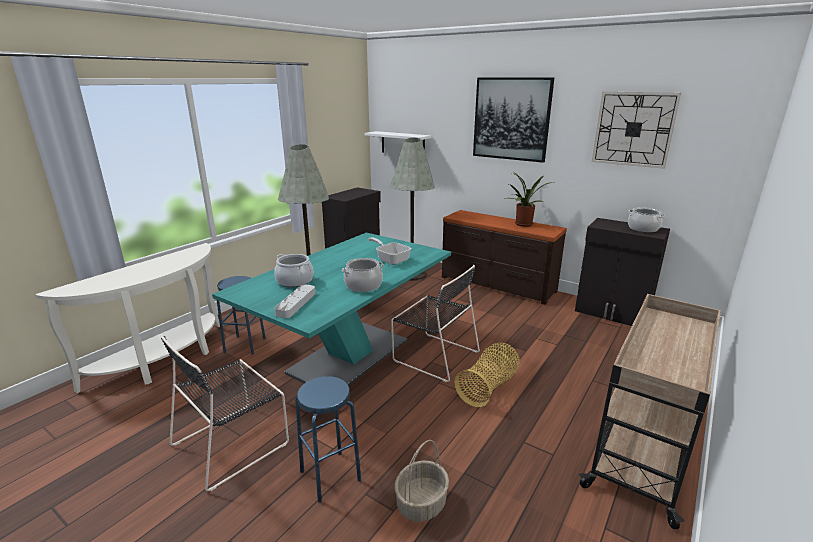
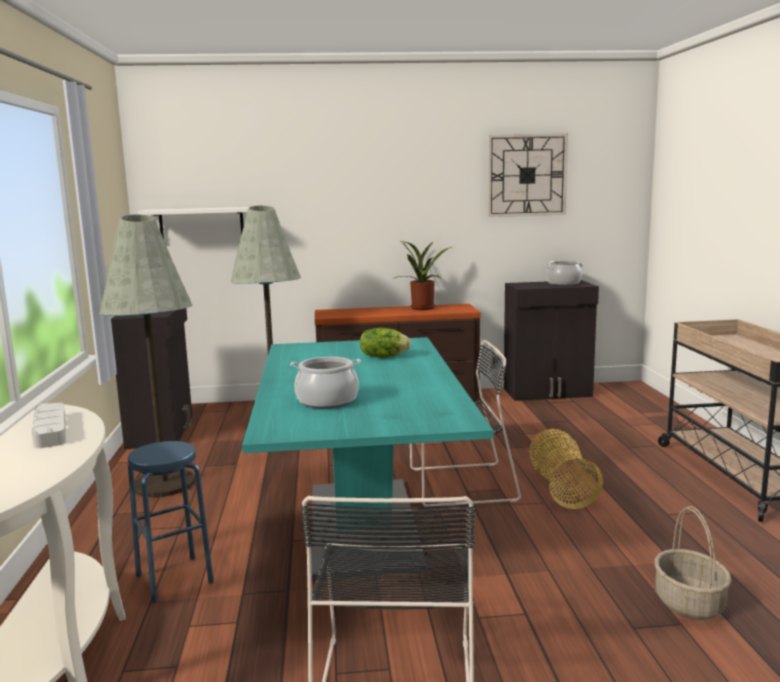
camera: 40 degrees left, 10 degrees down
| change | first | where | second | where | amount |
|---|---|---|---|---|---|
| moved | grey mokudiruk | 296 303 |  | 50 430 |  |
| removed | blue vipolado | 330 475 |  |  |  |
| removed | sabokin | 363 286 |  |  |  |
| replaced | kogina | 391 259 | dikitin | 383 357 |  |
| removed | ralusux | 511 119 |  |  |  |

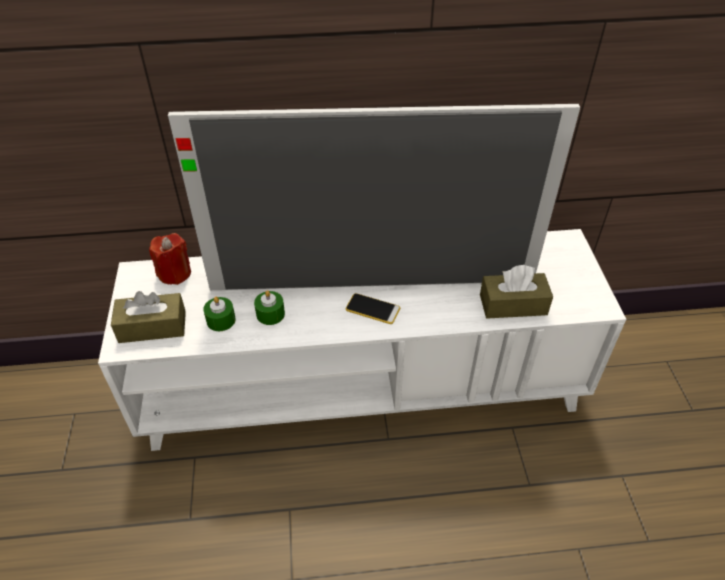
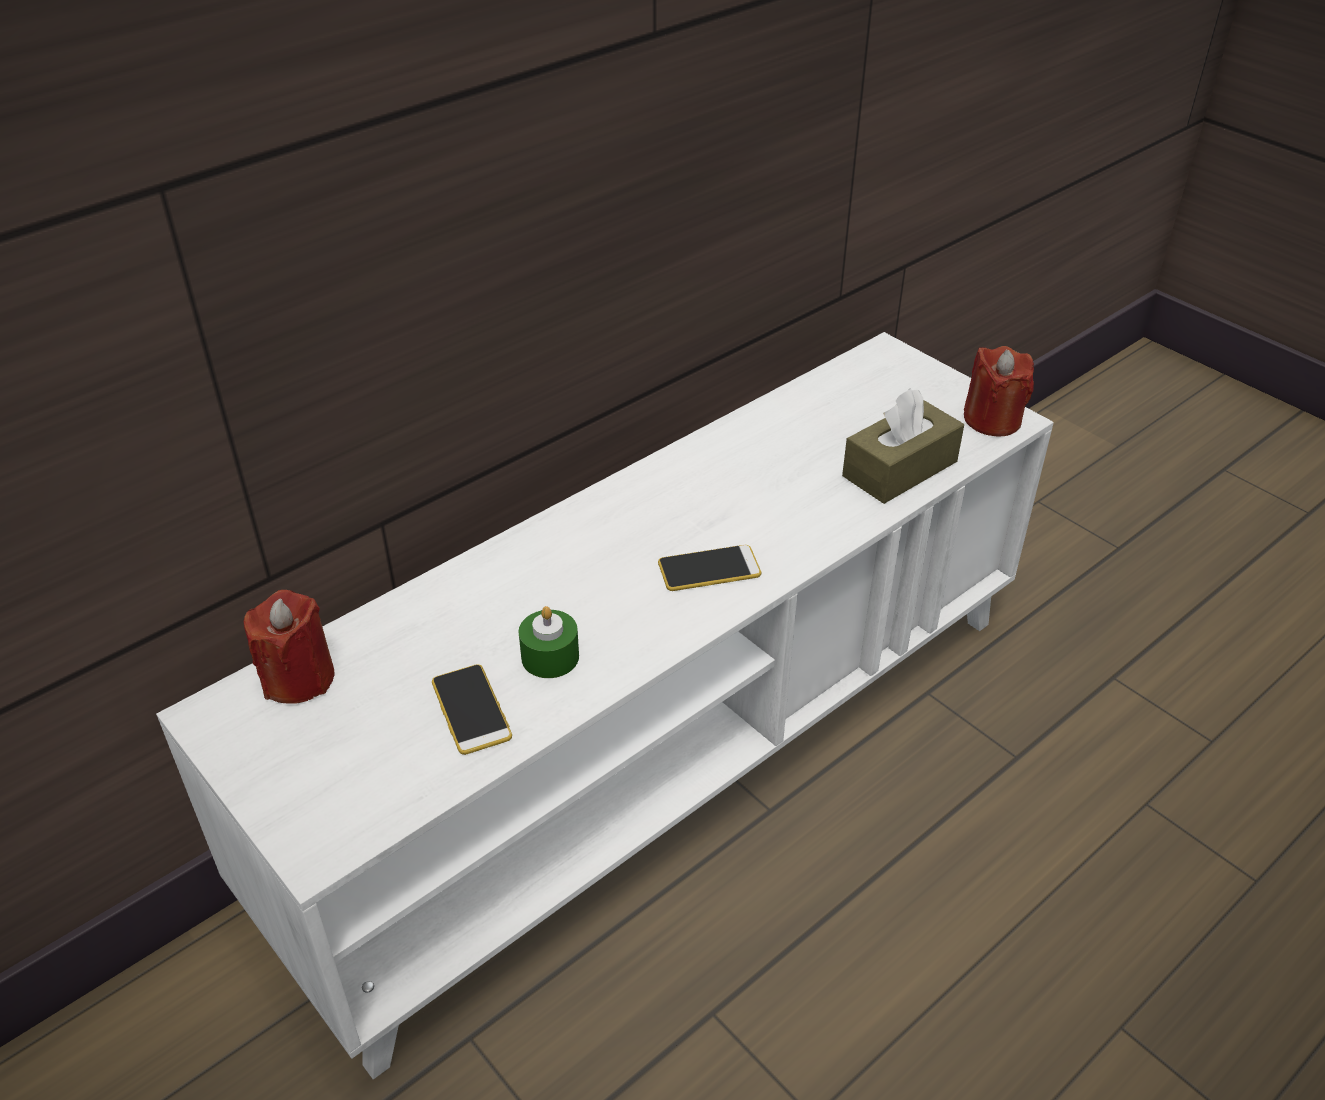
camera: 35 degrees left, 5 degrees down
| change | first | where | second | where | amount |
|---|---|---|---|---|---|
| removed | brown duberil | 152 327 |  |  |  |
| removed | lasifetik | 372 285 |  |  |  |
| replaced | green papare | 221 320 | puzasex | 471 709 |  |
| added |  |  | red papare | 992 420 |  |

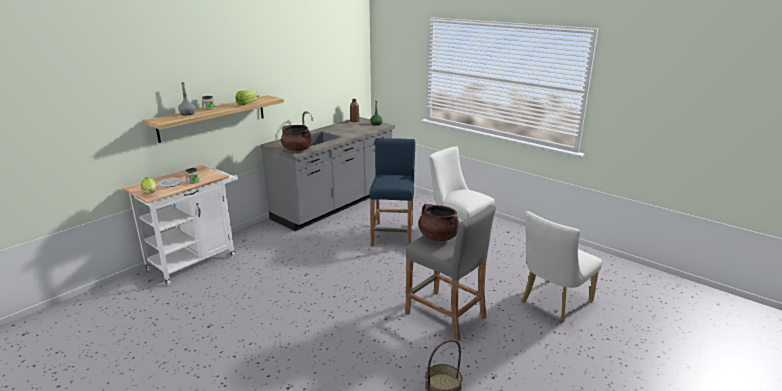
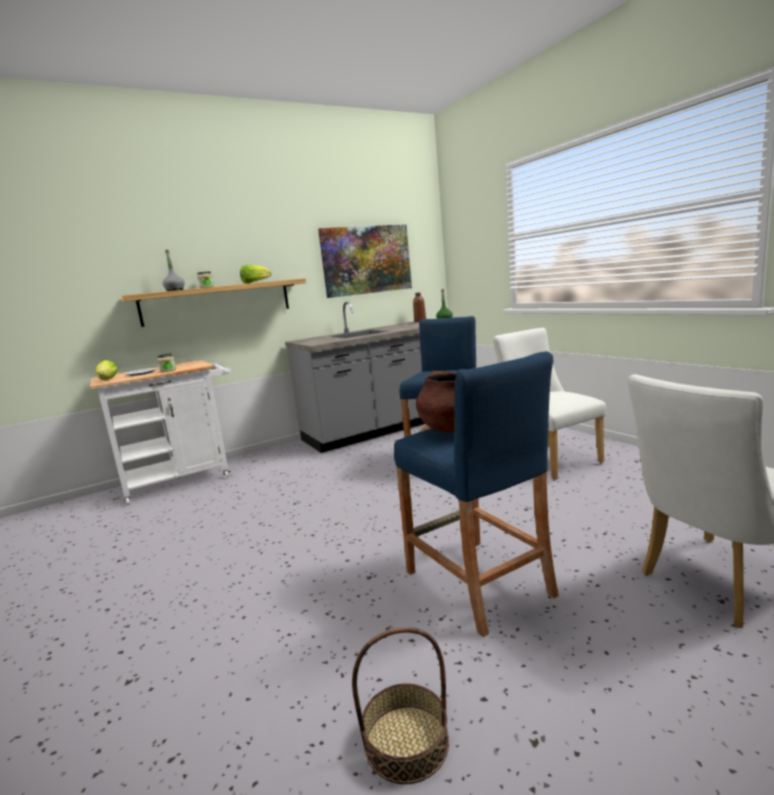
camera: 20 degrees right, 10 degrees down
| change | first | where | second | where | amount |
|---|---|---|---|---|---|
| removed | brown sabokin | 298 149 |  |  |  |
| recoloured | grey vipolado | 445 315 | blue vipolado | 478 583 |  |
| added |  |  | ralusux | 366 260 |  |

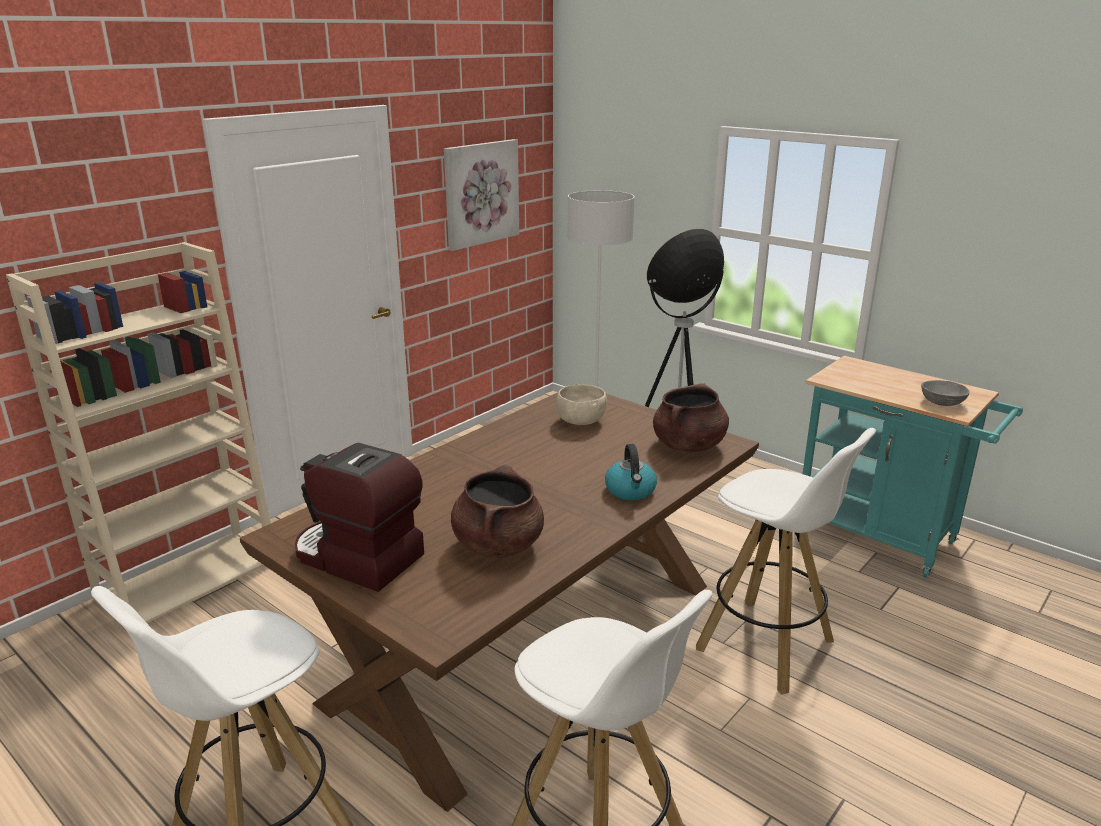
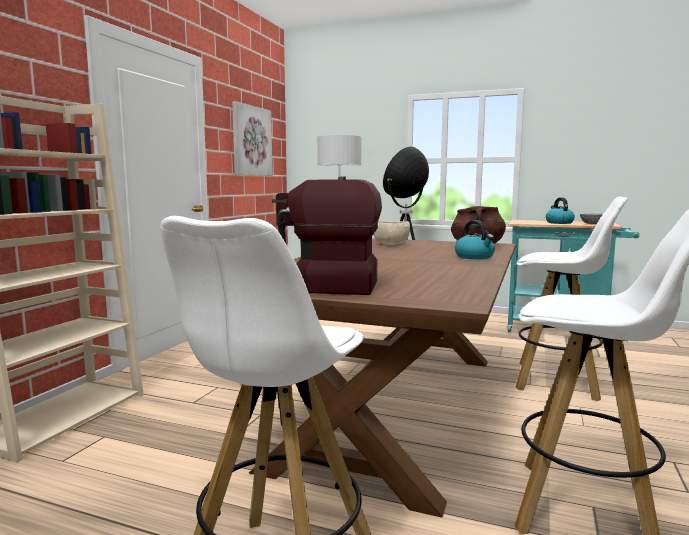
camera: 20 degrees left, 15 degrees down
| change | first | where | second | where | amount |
|---|---|---|---|---|---|
| removed | brown sabokin | 498 545 |  |  |  |
| added |  |  | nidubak | 559 223 |  |

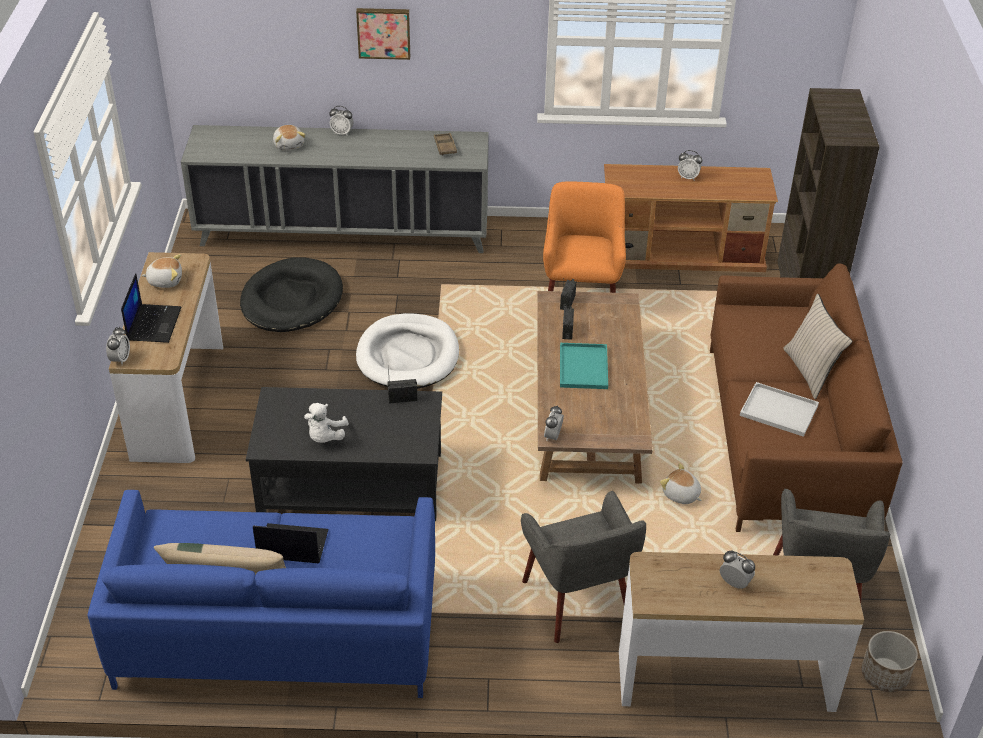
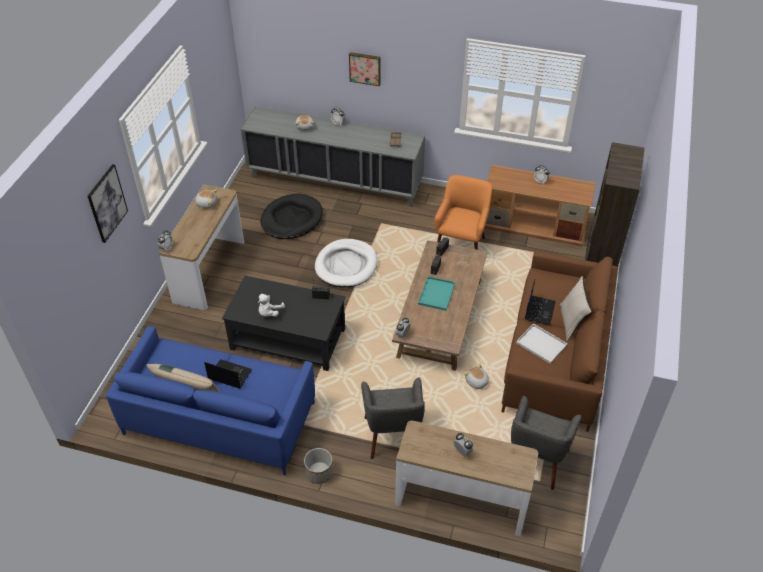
camera: 15 degrees right, 5 degrees up
| change | first | where | second | where | amount |
|---|---|---|---|---|---|
| moved | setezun | 153 323 |  | 539 310 |  |
| moved | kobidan | 884 675 |  | 319 472 |  |
| added |  |  | ralusux | 107 203 |  |

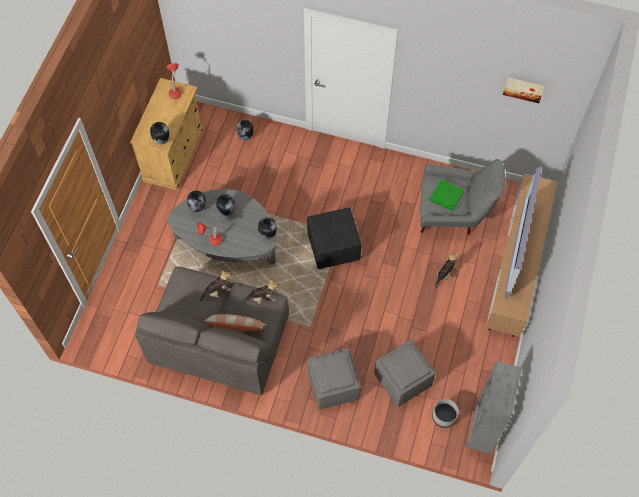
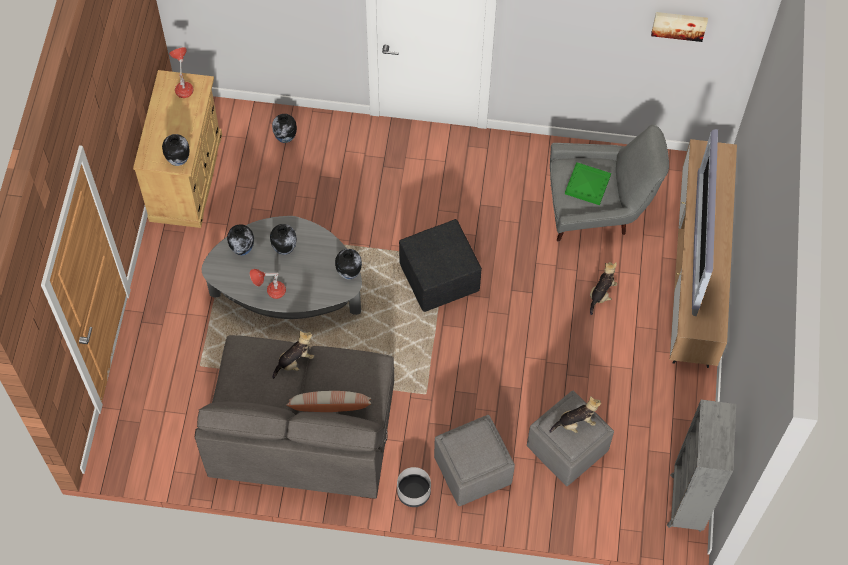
camera: 10 degrees left, 0 degrees up
| change | first | where | second | where | amount |
|---|---|---|---|---|---|
| moved | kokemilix | 263 298 |  | 575 423 |  |
| moved | grey kobidan | 443 417 |  | 413 492 |  |

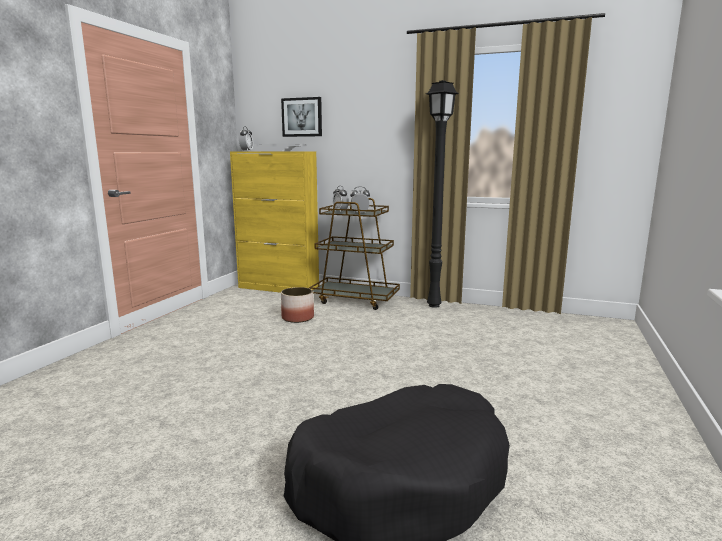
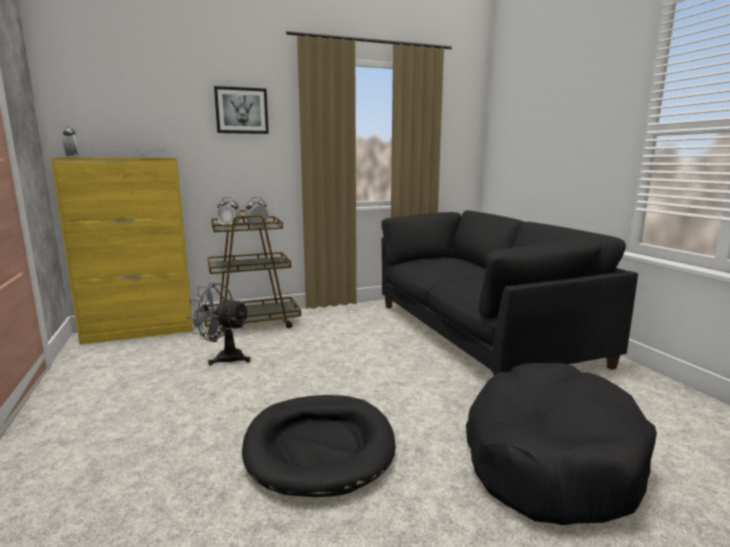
camera: 40 degrees left, 0 degrees up
| change | first | where | second | where | amount |
|---|---|---|---|---|---|
| moved | ralusux | 302 117 |  | 241 110 |  |
| replaced | kobidan | 297 318 | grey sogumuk | 224 357 |  |
| removed | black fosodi | 435 305 |  |  |  |
| added |  |  | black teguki | 319 447 |  |
| added |  |  | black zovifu | 479 332 |  |

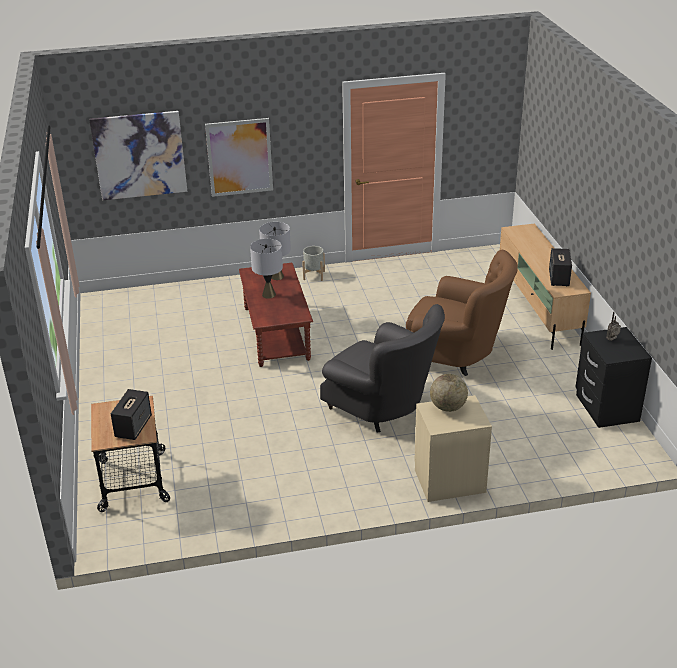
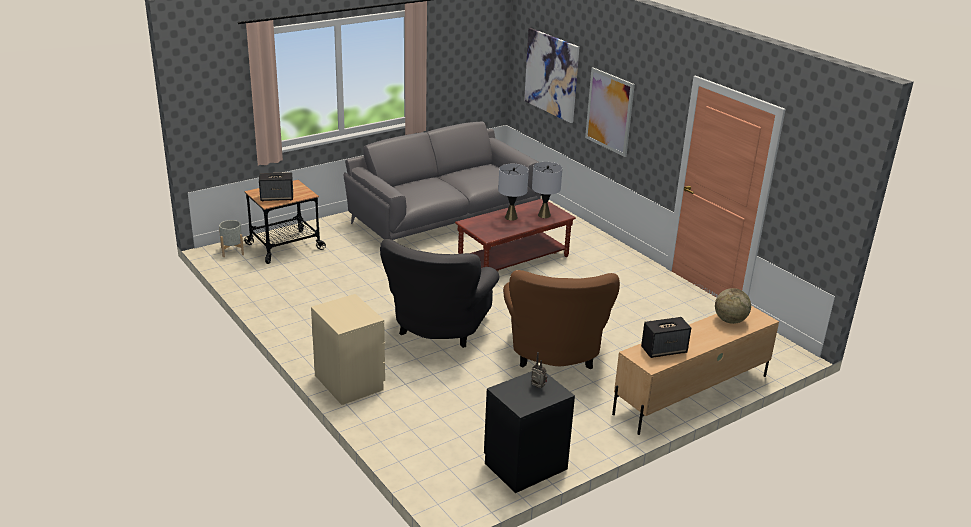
camera: 65 degrees right, 5 degrees down
| change | first | where | second | where | amount |
|---|---|---|---|---|---|
| moved | grey kobidan | 314 275 |  | 232 251 |  |
| moved | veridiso | 448 407 |  | 730 320 |  |
| added |  |  | grey zovifu | 444 216 |  |

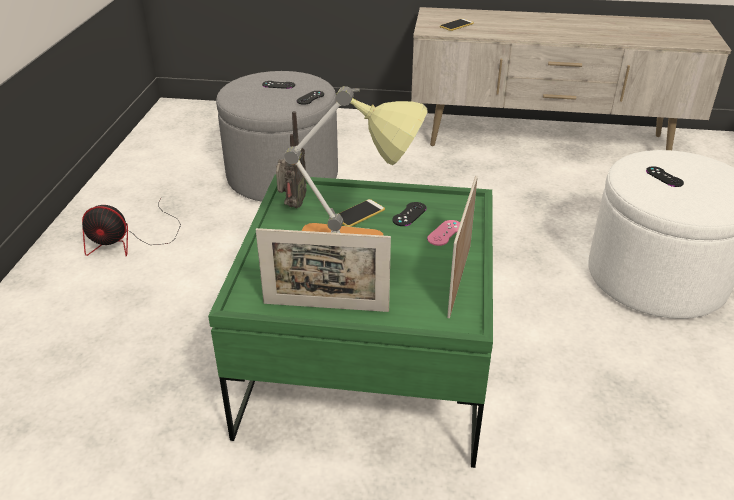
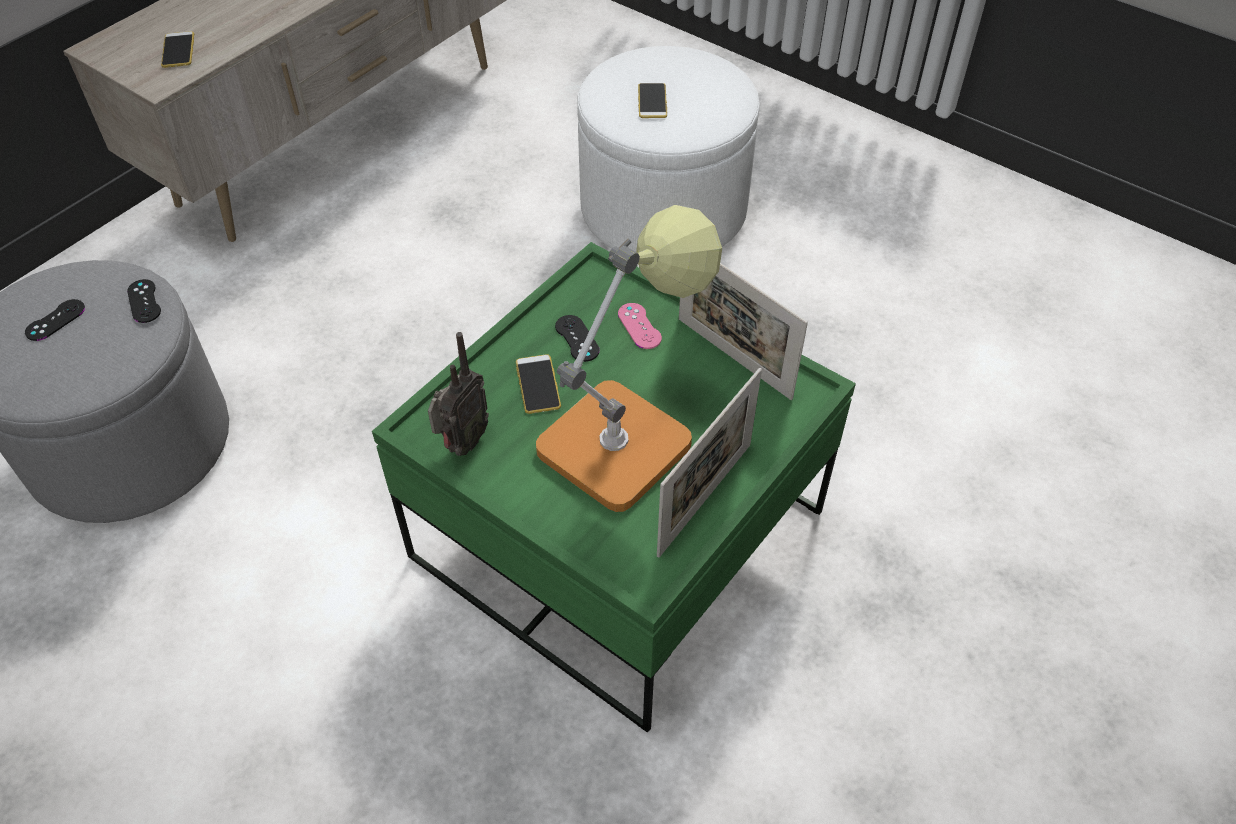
camera: 60 degrees left, 15 degrees up
| change | first | where | second | where | amount |
|---|---|---|---|---|---|
| removed | sogumuk | 130 240 |  |  |  |
| turned | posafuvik | 292 205 |  | 462 444 | 75 degrees clockwise |
| replaced | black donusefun | 664 177 | puzasex | 652 101 |  |

